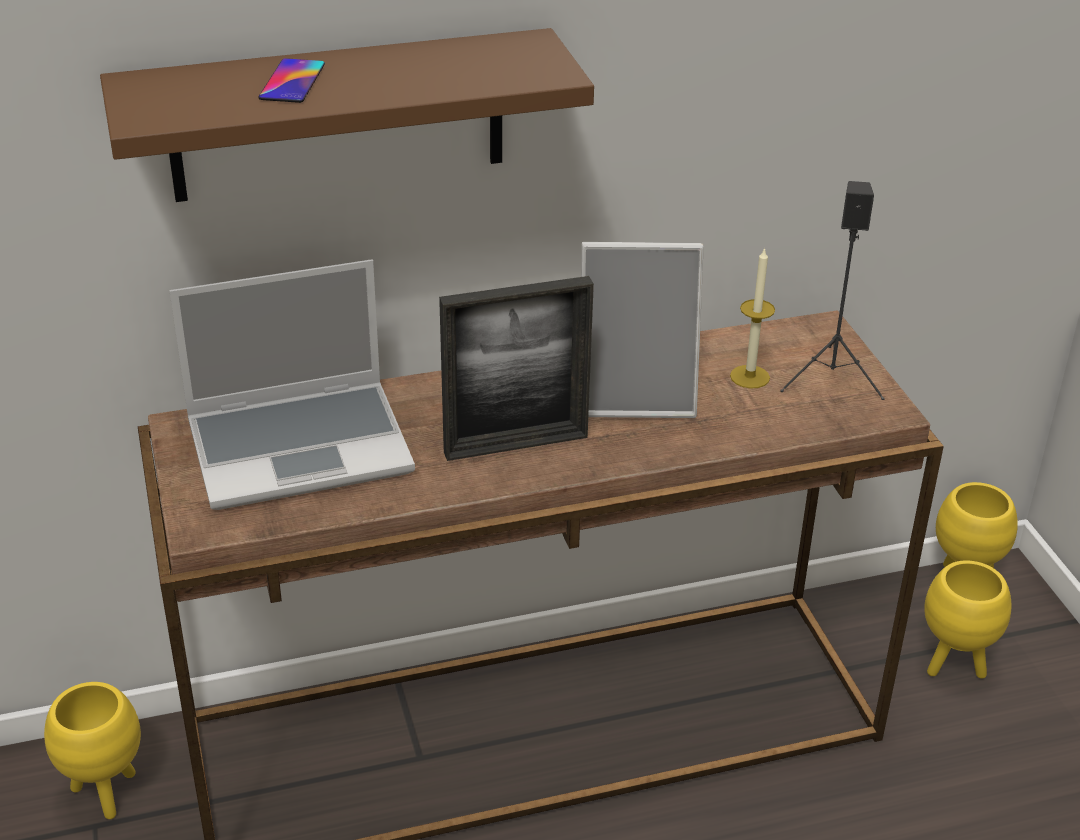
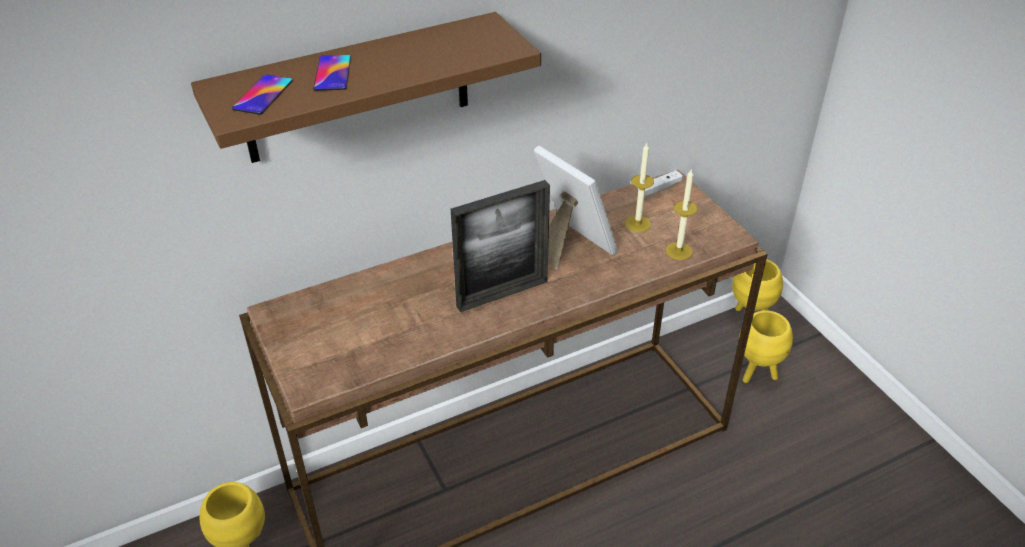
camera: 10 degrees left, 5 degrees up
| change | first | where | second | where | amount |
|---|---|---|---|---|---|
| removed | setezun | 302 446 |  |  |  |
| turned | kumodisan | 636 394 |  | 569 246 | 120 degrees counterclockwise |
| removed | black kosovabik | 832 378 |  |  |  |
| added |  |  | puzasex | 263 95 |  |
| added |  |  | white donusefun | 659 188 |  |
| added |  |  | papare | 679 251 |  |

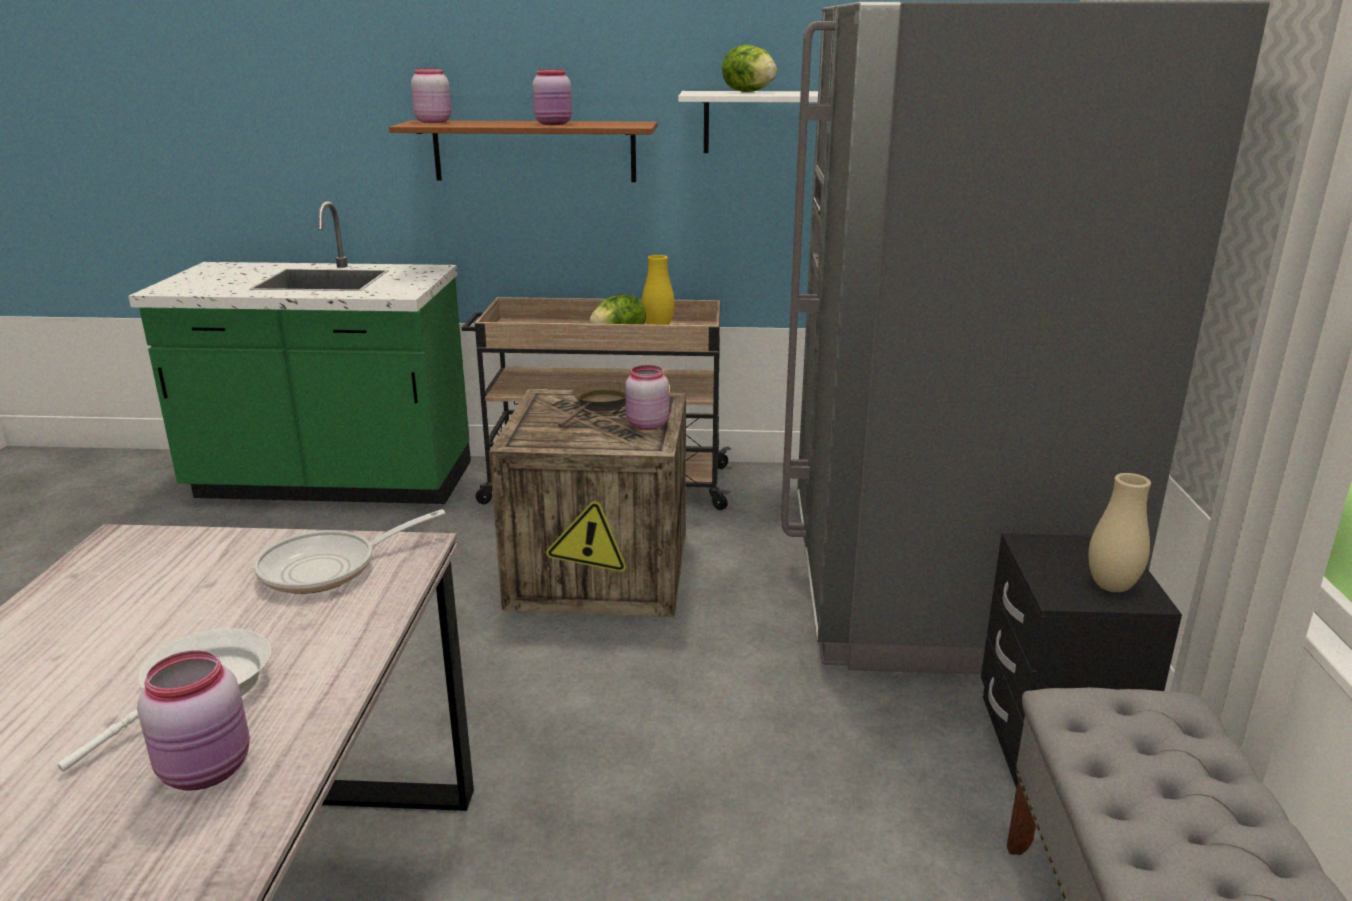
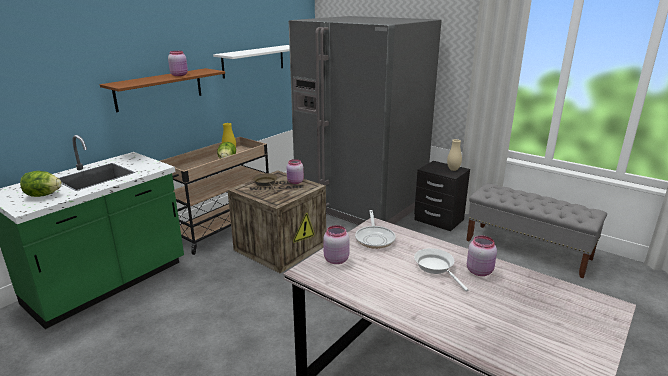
camera: 55 degrees left, 0 degrees up
| change | first | where | second | where | amount |
|---|---|---|---|---|---|
| moved | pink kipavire | 433 122 |  | 335 259 |  |
| moved | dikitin | 748 92 |  | 43 195 |  |

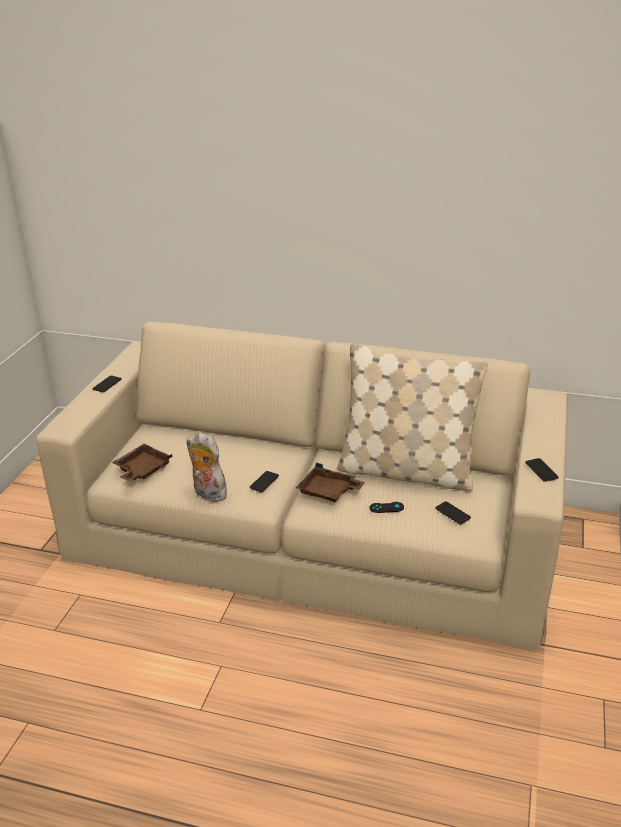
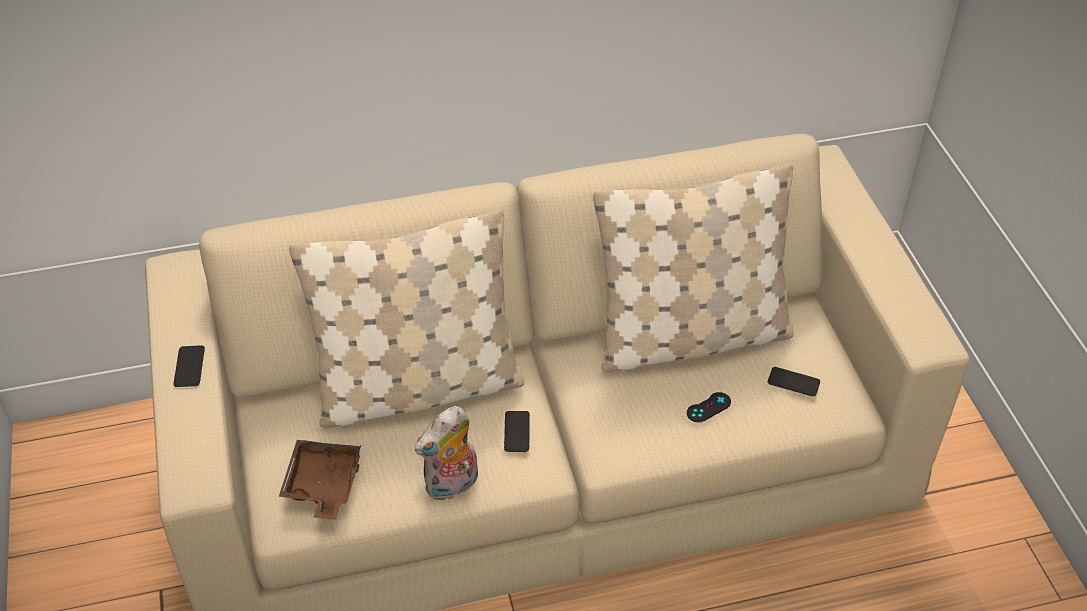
camera: 30 degrees left, 15 degrees up
| change | first | where | second | where | amount |
|---|---|---|---|---|---|
| turned | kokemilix | 207 494 |  | 452 486 | 45 degrees counterclockwise |
| removed | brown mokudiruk | 328 492 |  |  |  |
| removed | puzasex | 541 470 |  |  |  |
| added |  |  | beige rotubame | 418 387 |  |

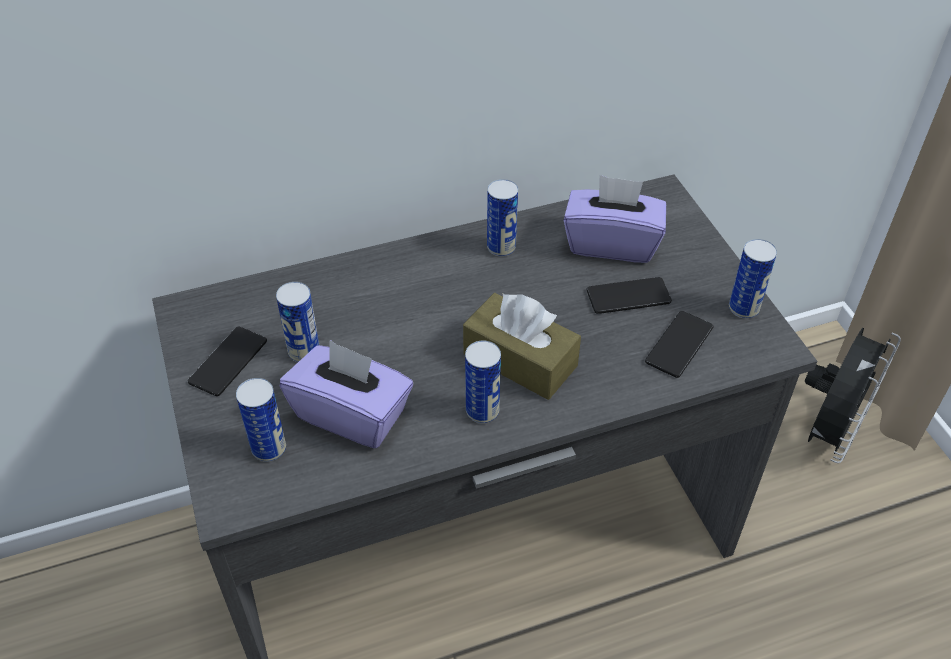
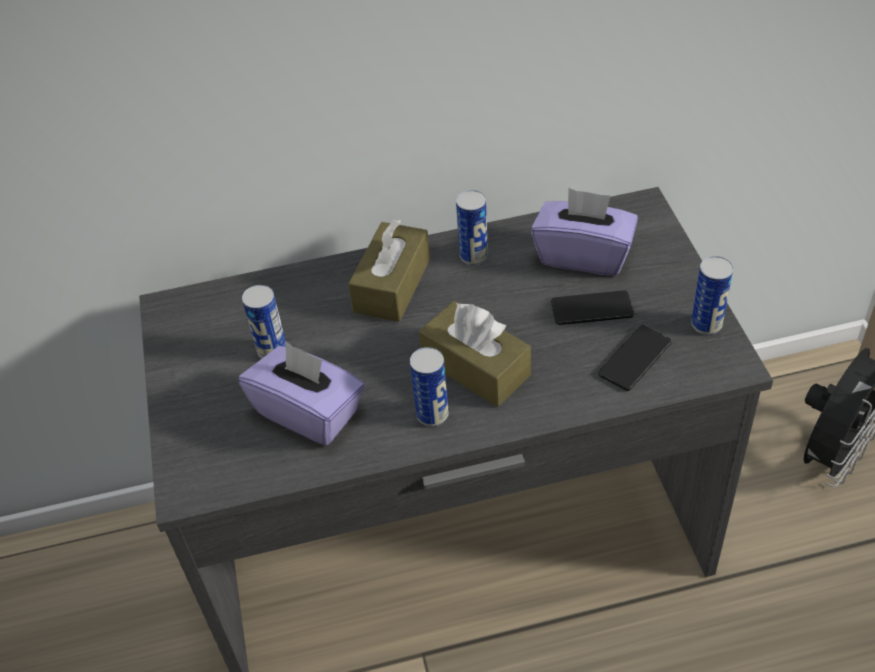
camera: 10 degrees right, 0 degrees up
| change | first | where | second | where | amount |
|---|---|---|---|---|---|
| removed | puzasex | 228 362 |  |  |  |
| removed | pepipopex | 269 448 |  |  |  |
| added |  |  | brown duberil | 392 285 |  |

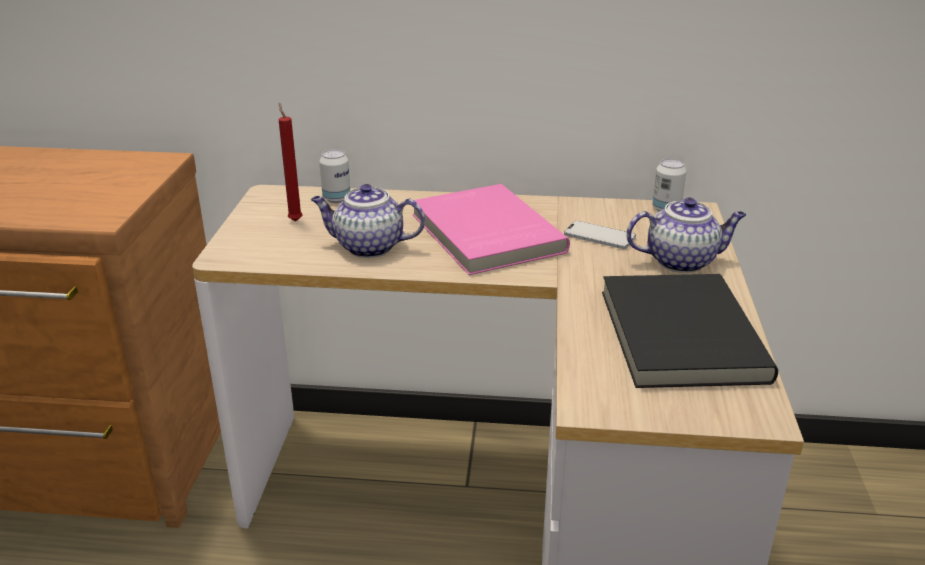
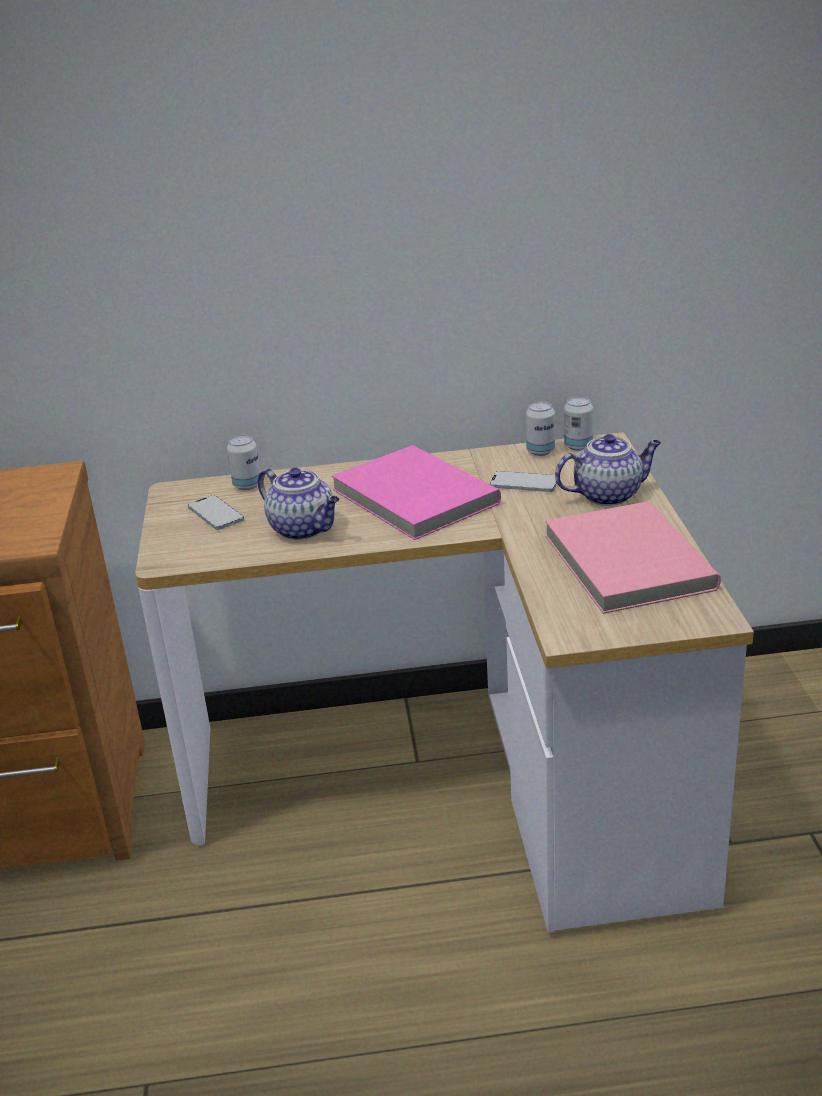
camera: 10 degrees left, 0 degrees up
| change | first | where | second | where | amount |
|---|---|---|---|---|---|
| replaced | red papare | 295 220 | puzasex | 215 514 |  |
| turned | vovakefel | 368 247 |  | 304 529 | 135 degrees counterclockwise |
| recoloured | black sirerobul | 677 335 | pink sirerobul | 624 562 |  |
| added |  |  | pepipopex | 540 451 |  |

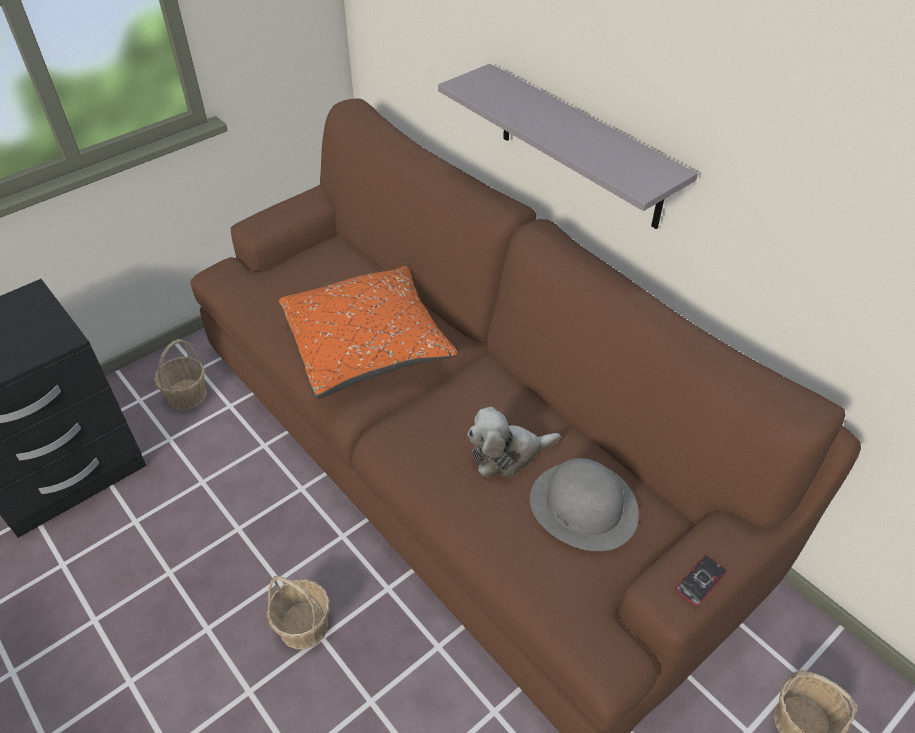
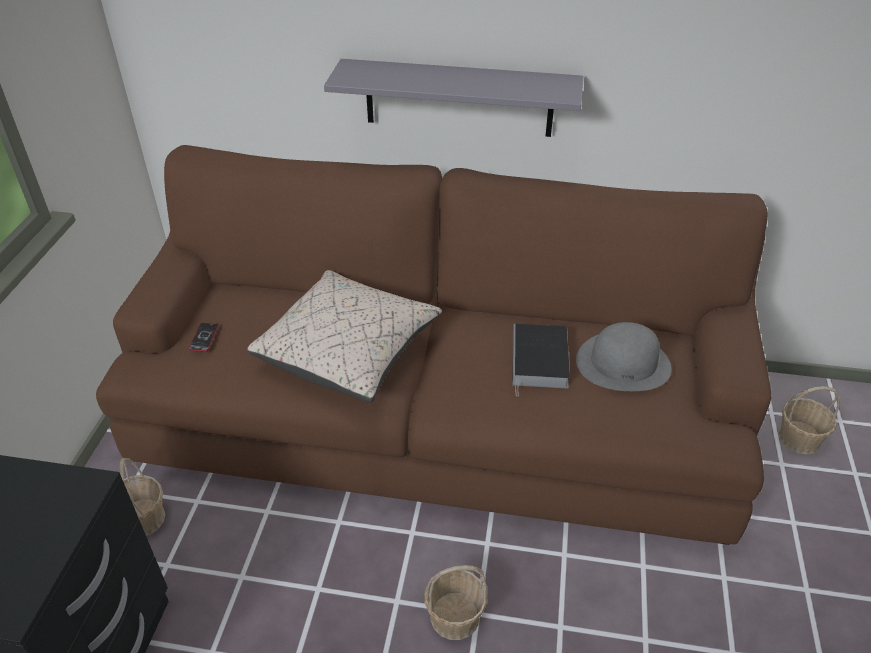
camera: 40 degrees left, 5 degrees down
| change | first | where | second | where | amount |
|---|---|---|---|---|---|
| recoloured | orange rotubame | 367 347 | beige rotubame | 349 351 |  |
| replaced | kokemilix | 507 454 | sirerobul | 540 362 |  |
| moved | puzasex | 701 580 |  | 204 337 |  |

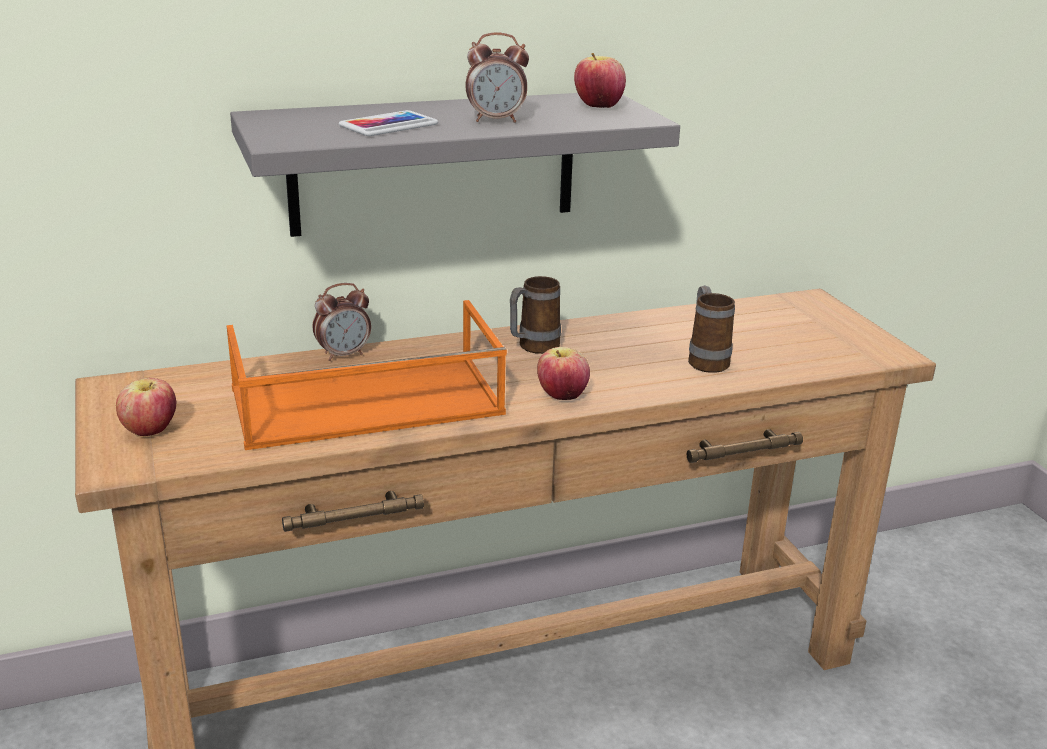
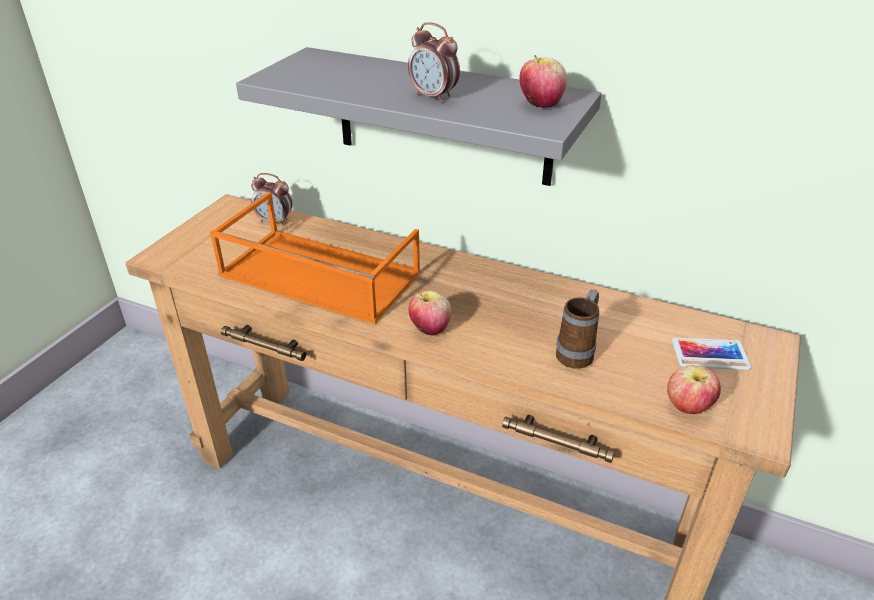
camera: 45 degrees right, 10 degrees up
| change | first | where | second | where | amount |
|---|---|---|---|---|---|
| moved | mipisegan | 150 431 |  | 688 407 |  |
| moved | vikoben | 343 355 |  | 275 221 |  |
| moved | puzasex | 388 125 |  | 710 354 |  |
| removed | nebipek | 532 348 |  |  |  |

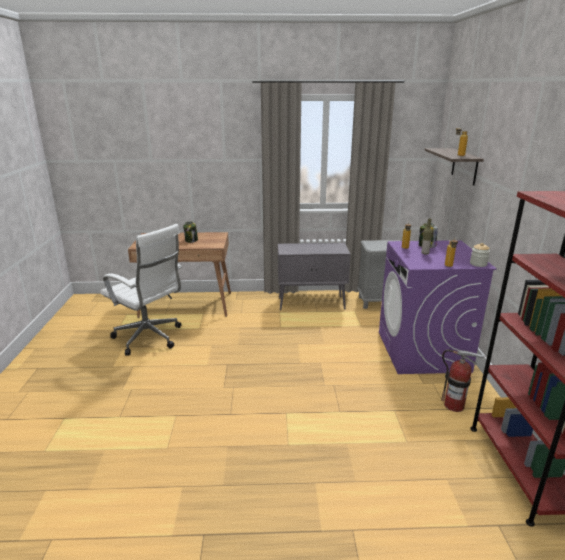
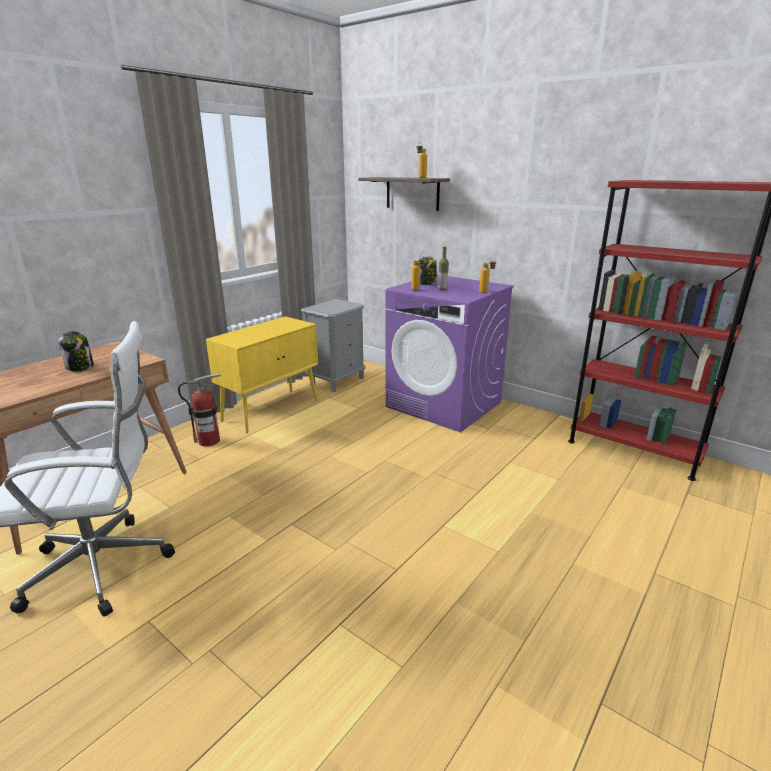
camera: 50 degrees left, 0 degrees up
| change | first | where | second | where | amount |
|---|---|---|---|---|---|
| recoloured | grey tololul | 312 303 | yellow tololul | 271 410 |  |
| moved | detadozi | 454 405 |  | 209 441 |  |
| removed | kipavire | 478 264 |  |  |  |

